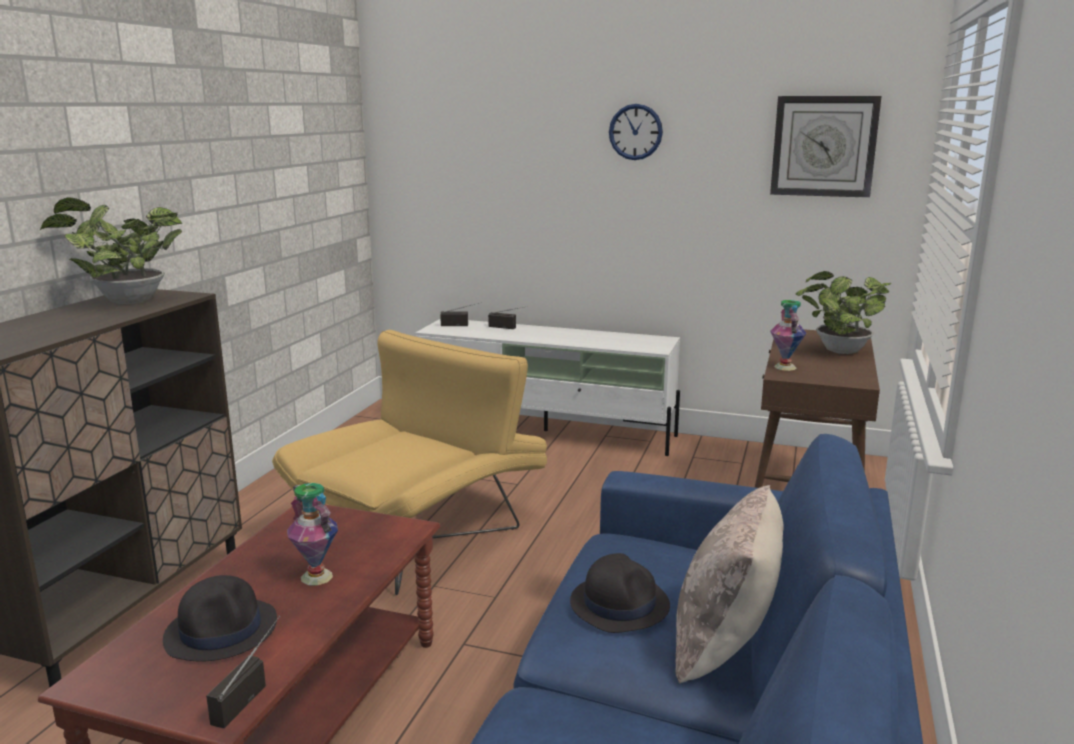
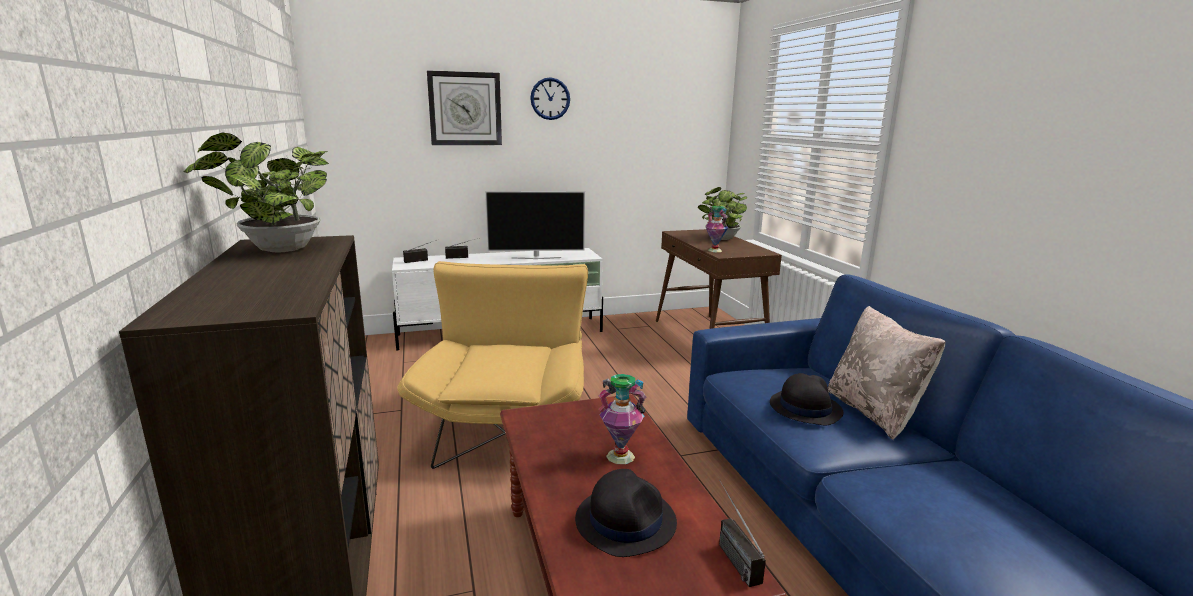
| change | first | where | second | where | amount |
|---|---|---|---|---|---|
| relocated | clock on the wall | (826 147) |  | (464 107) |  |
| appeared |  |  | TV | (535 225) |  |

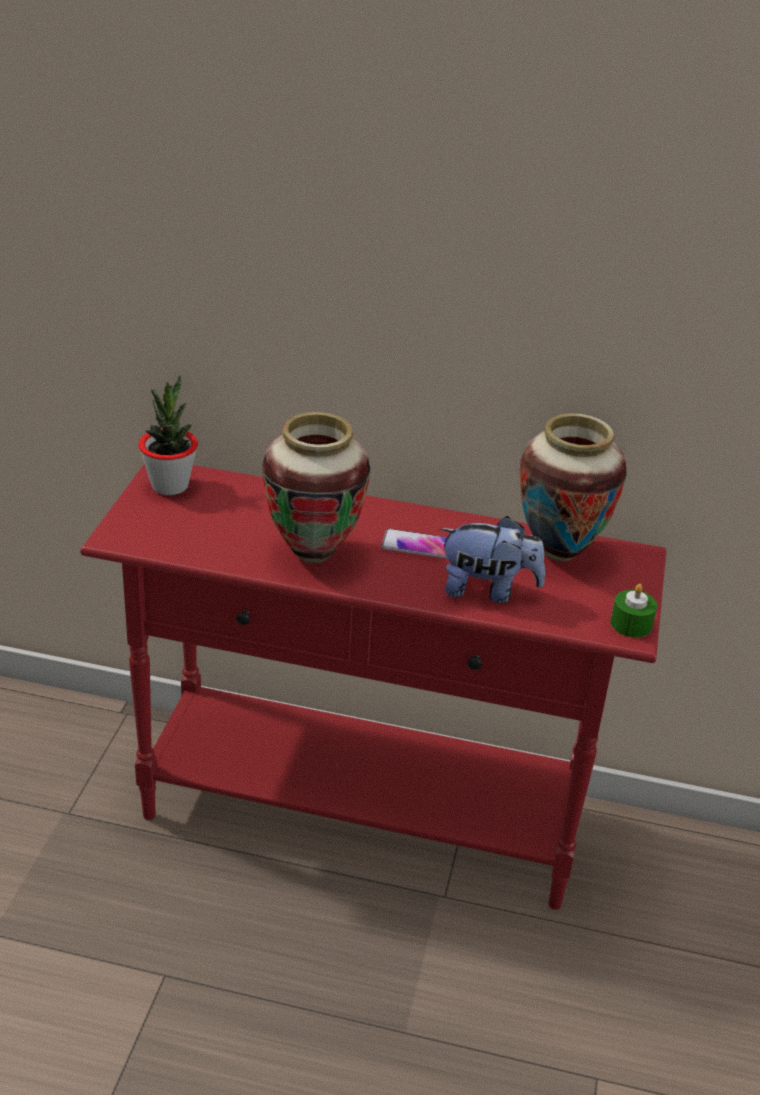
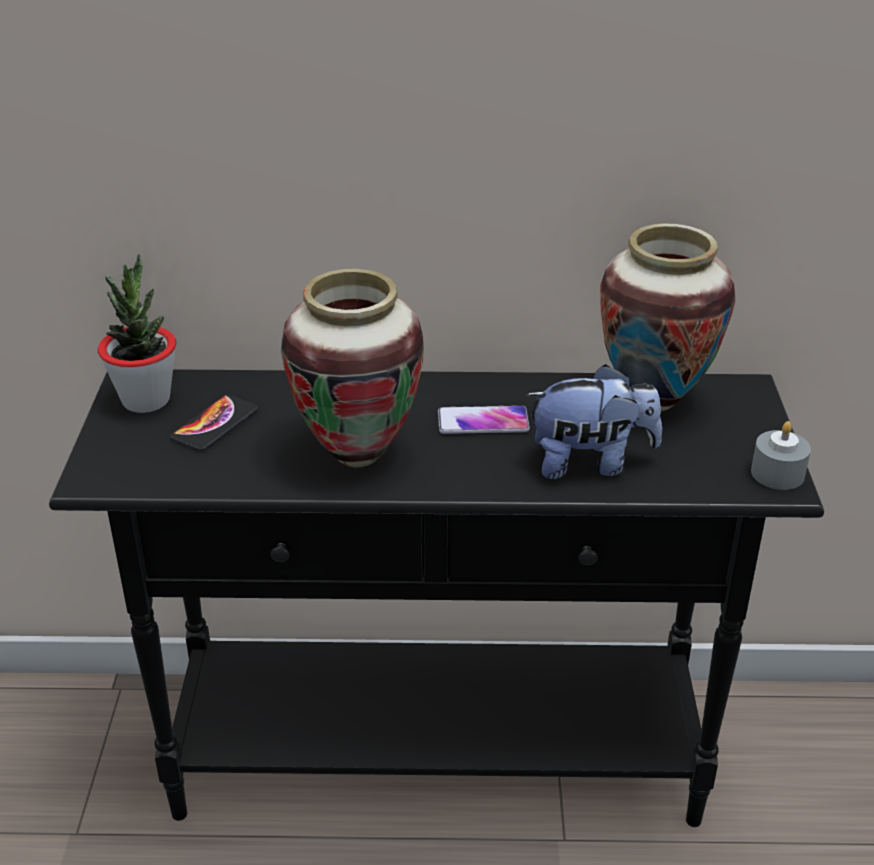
| change | first | where | second | where | amount |
|---|---|---|---|---|---|
| colour | red-coloured console table | (373 687) | black-coloured console table | (436 598) |  |
| colour | green-coloured candle | (634 611) | gray candle | (781 455) |  |
| appeared |  |  | telephone | (214 423) |  |

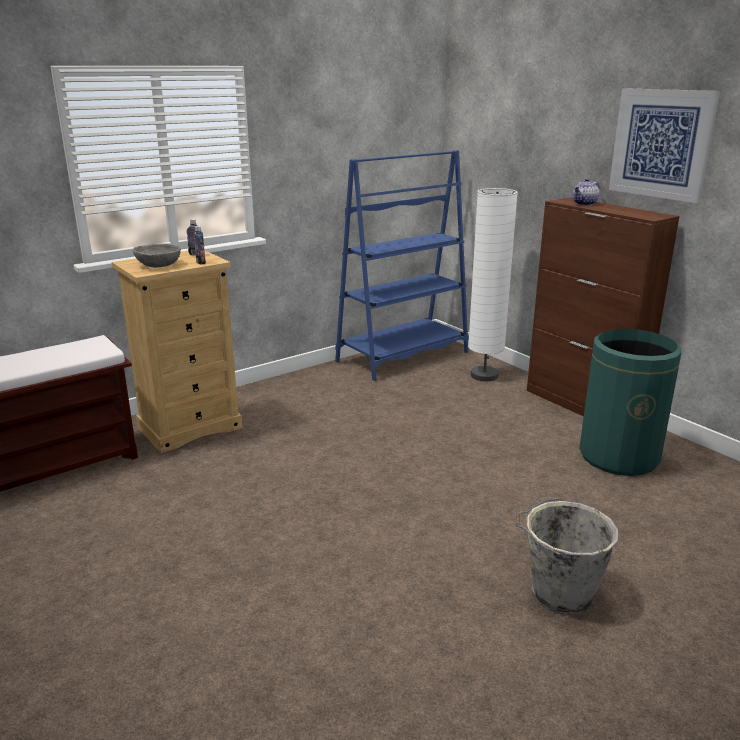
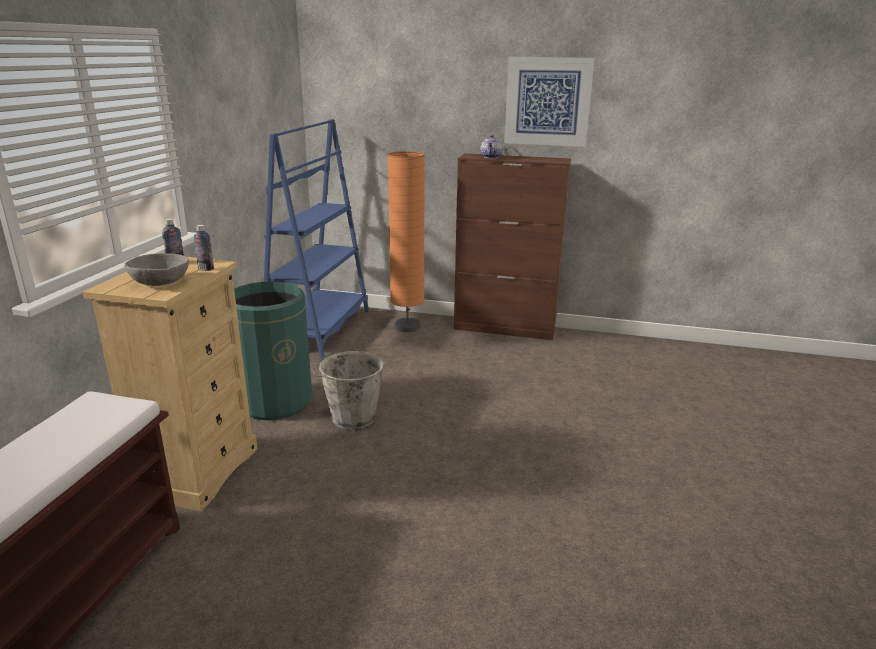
| change | first | where | second | where | amount |
|---|---|---|---|---|---|
| colour | white standing lamp | (493 284) | orange standing lamp | (406 241) |  |
| relocated | gray pail | (566 556) |  | (347 390) |  |
| relocated | green-coloured waste bin | (630 402) |  | (273 350) |  |

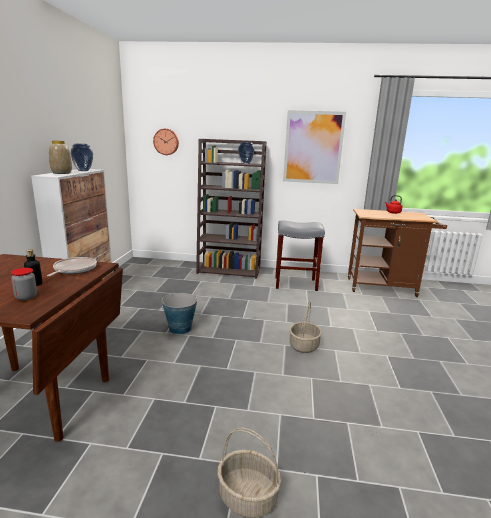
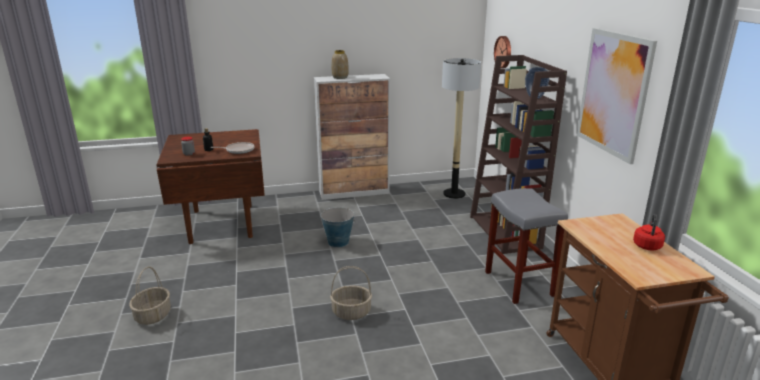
| change | first | where | second | where | amount |
|---|---|---|---|---|---|
| missing | vase | (81 157) |  |  |  |
| appeared |  |  | standing lamp | (461 128) |  |

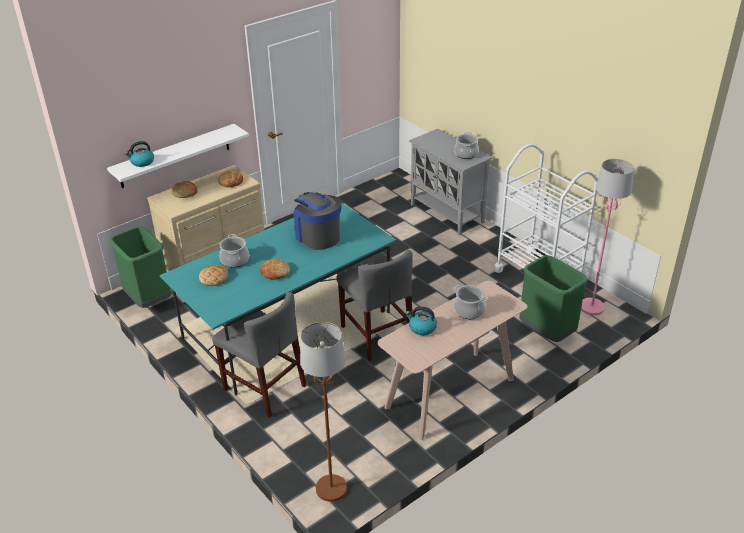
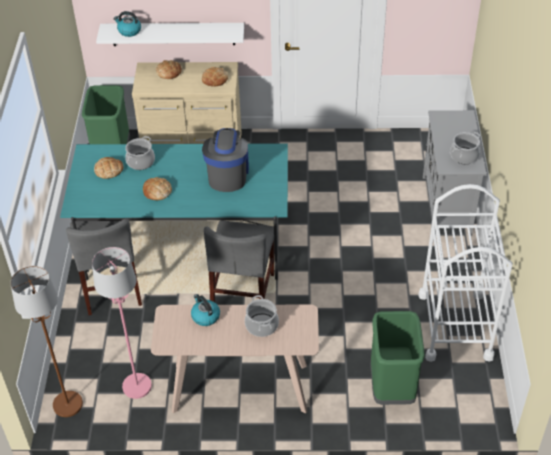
| change | first | where | second | where | amount |
|---|---|---|---|---|---|
| relocated | pink standing lamp | (607 237) |  | (122 323) |  |

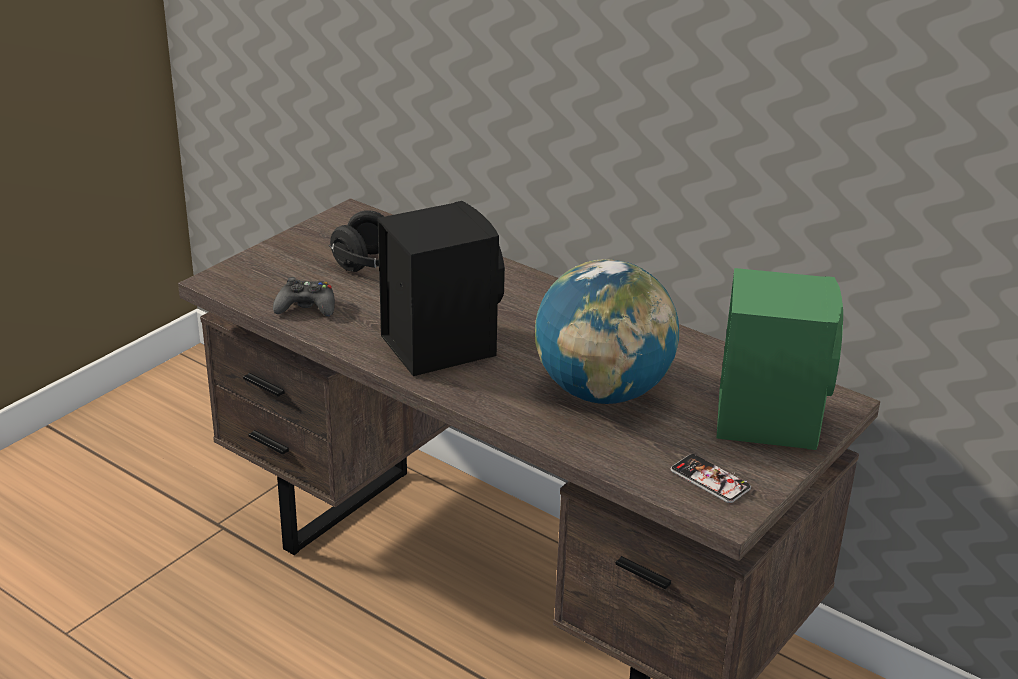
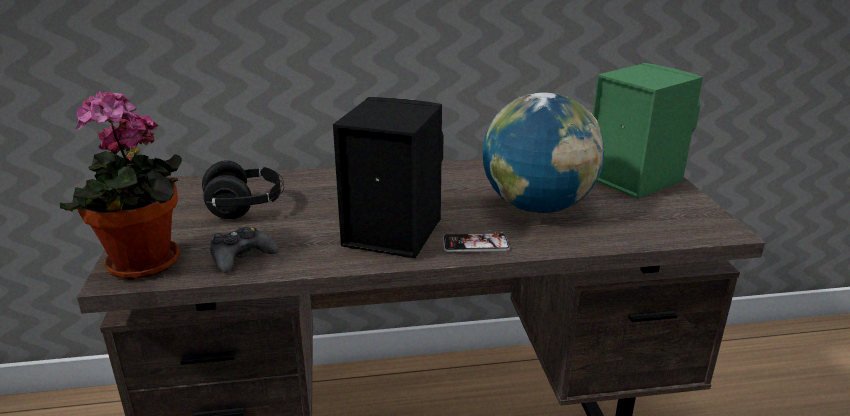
| change | first | where | second | where | amount |
|---|---|---|---|---|---|
| relocated | telephone | (711 478) |  | (476 241) |  |
| appeared |  |  | potted plant | (121 185) |  |

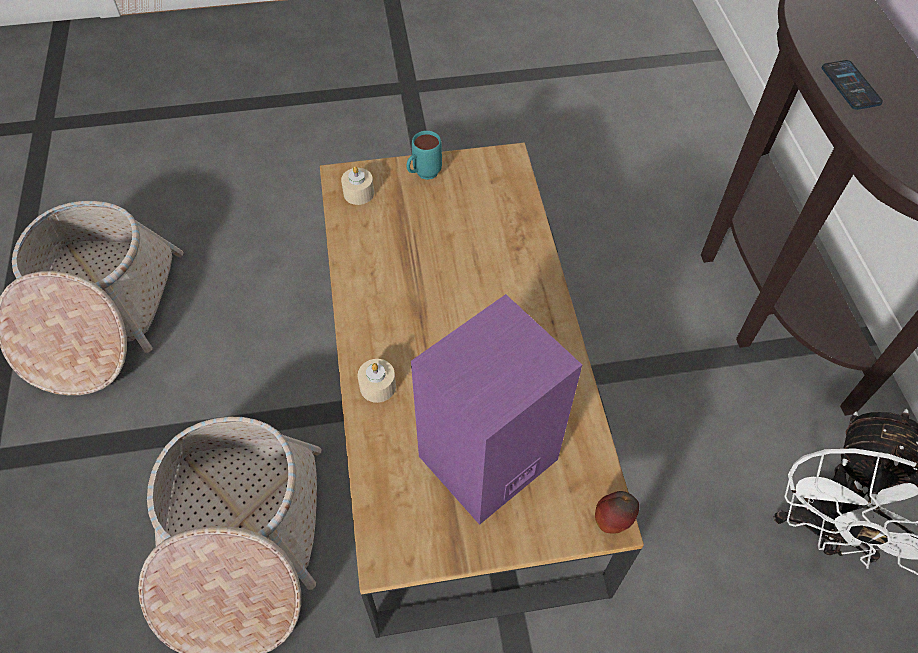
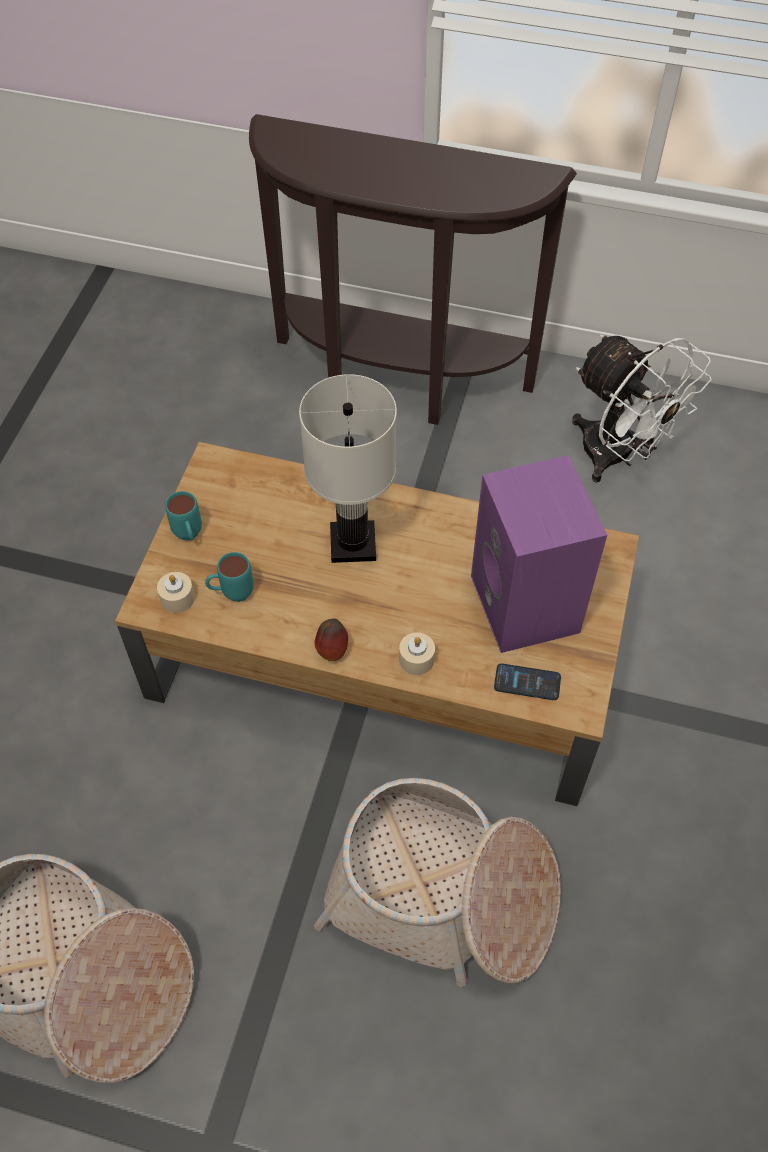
| change | first | where | second | where | amount |
|---|---|---|---|---|---|
| relocated | whole apple | (617 512) |  | (331 640) |  |
| relocated | telephone | (852 85) |  | (527 681) |  |
| appeared |  |  | turquoise tea mug | (229 577) |  |
| appeared |  |  | white lamp for a table | (348 468) |  |

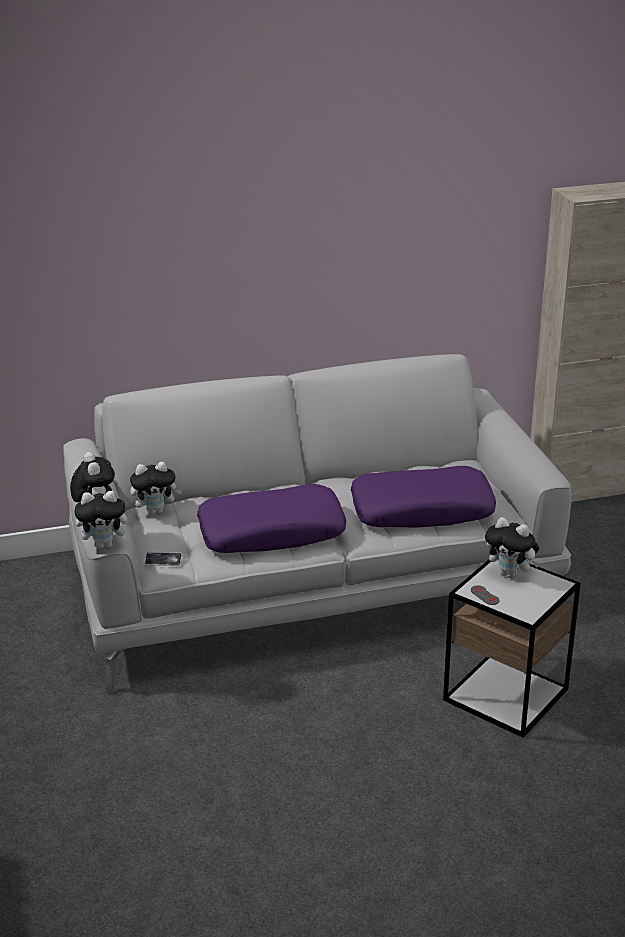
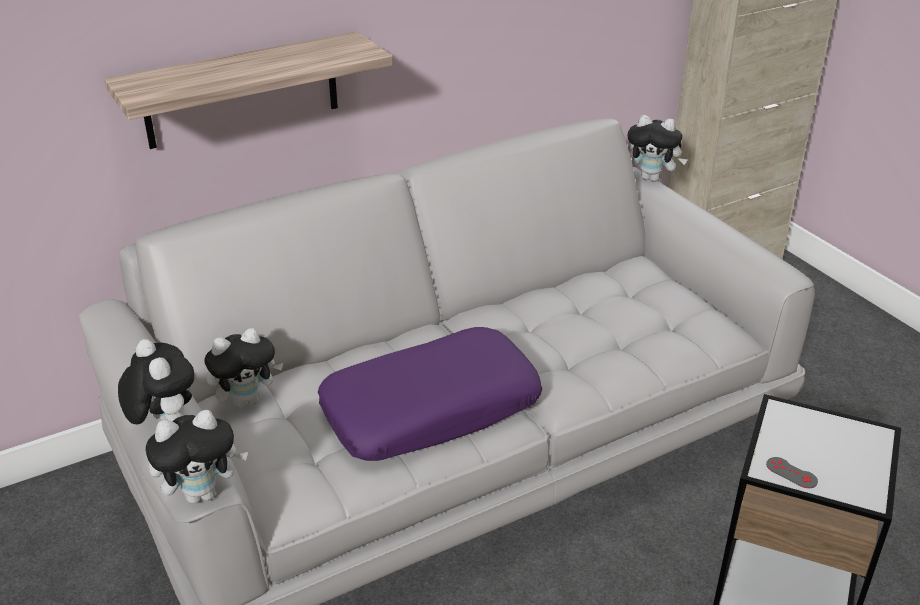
| change | first | where | second | where | amount |
|---|---|---|---|---|---|
| missing | telephone | (163 559) |  |  |  |
| missing | purple throw pillow | (423 497) |  |  |  |
| relocated | plush toy | (512 547) |  | (657 148) |  |
| appeared |  |  | shelf | (248 90) |  |

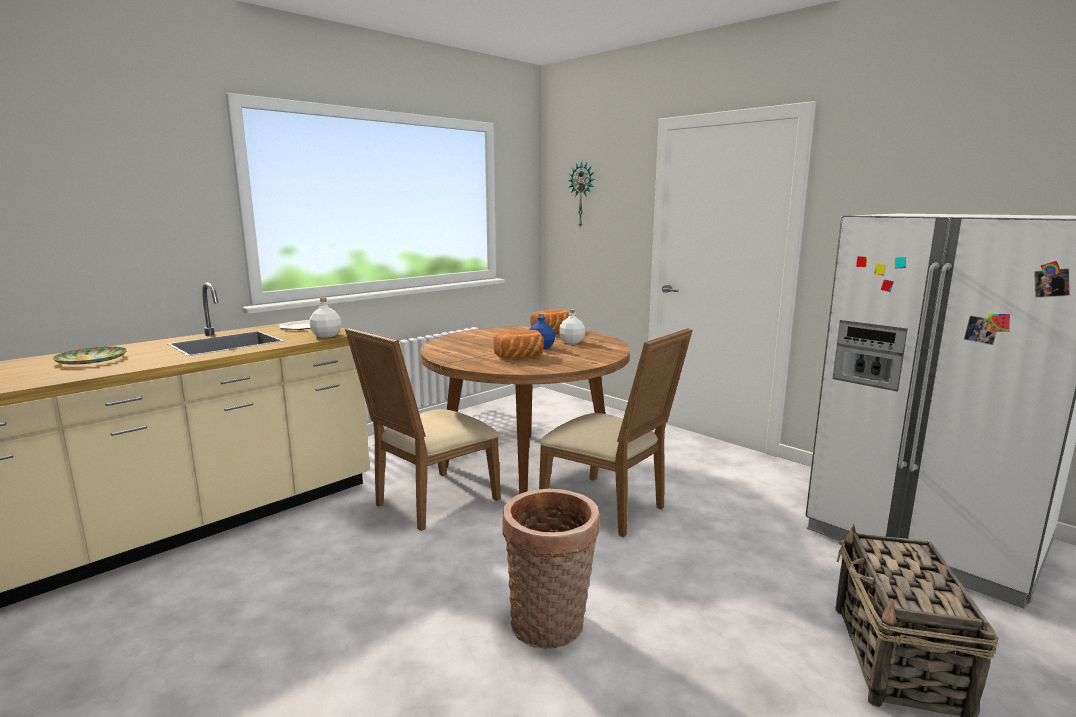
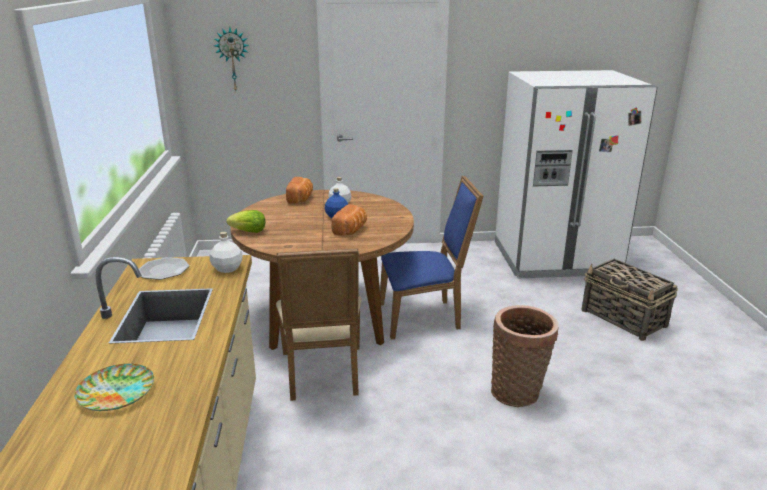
| change | first | where | second | where | amount |
|---|---|---|---|---|---|
| colour | beige chair | (616 432) | bluish chair | (432 257) |  |
| appeared |  |  | head of lettuce | (246 221) |  |

